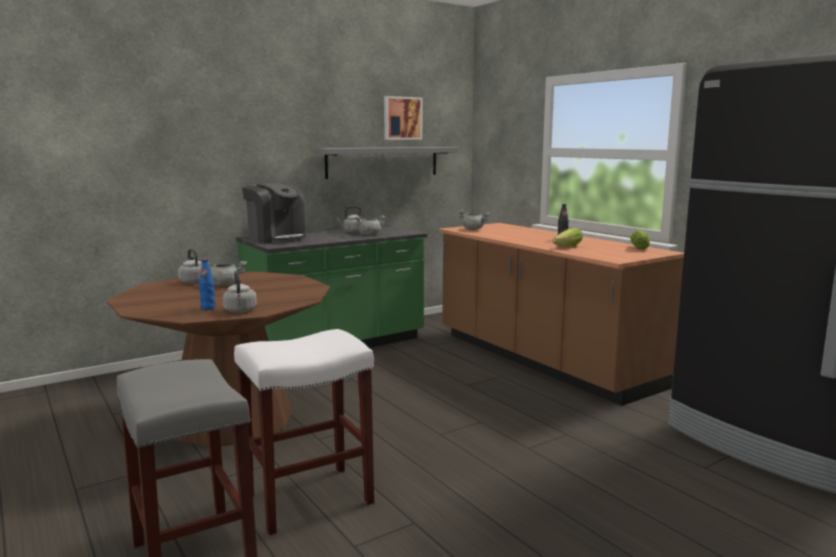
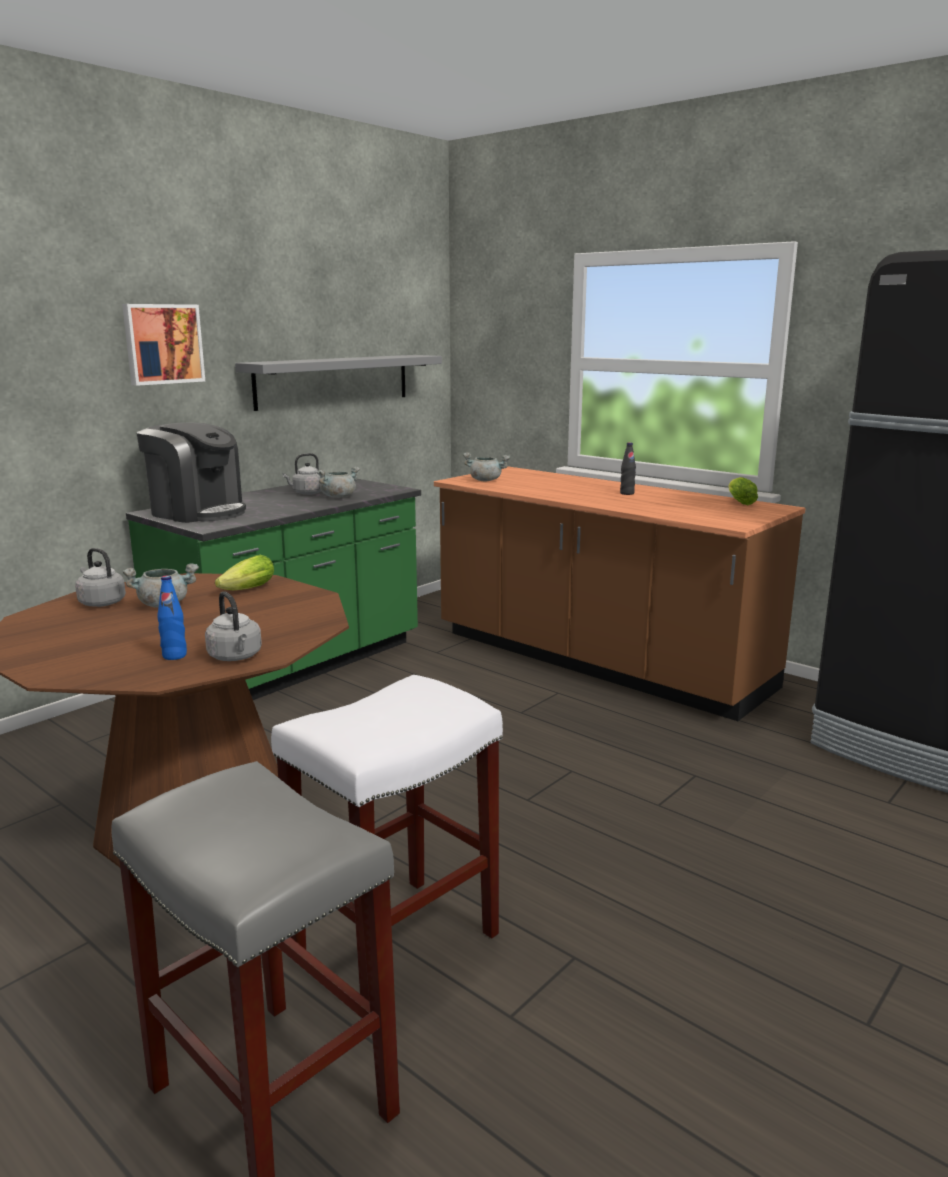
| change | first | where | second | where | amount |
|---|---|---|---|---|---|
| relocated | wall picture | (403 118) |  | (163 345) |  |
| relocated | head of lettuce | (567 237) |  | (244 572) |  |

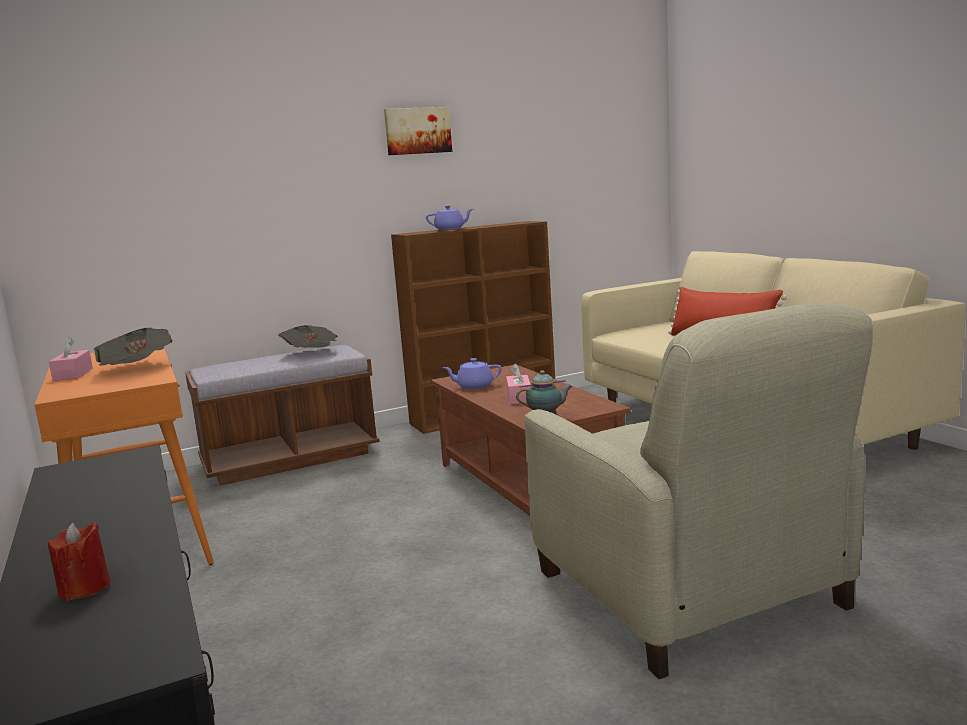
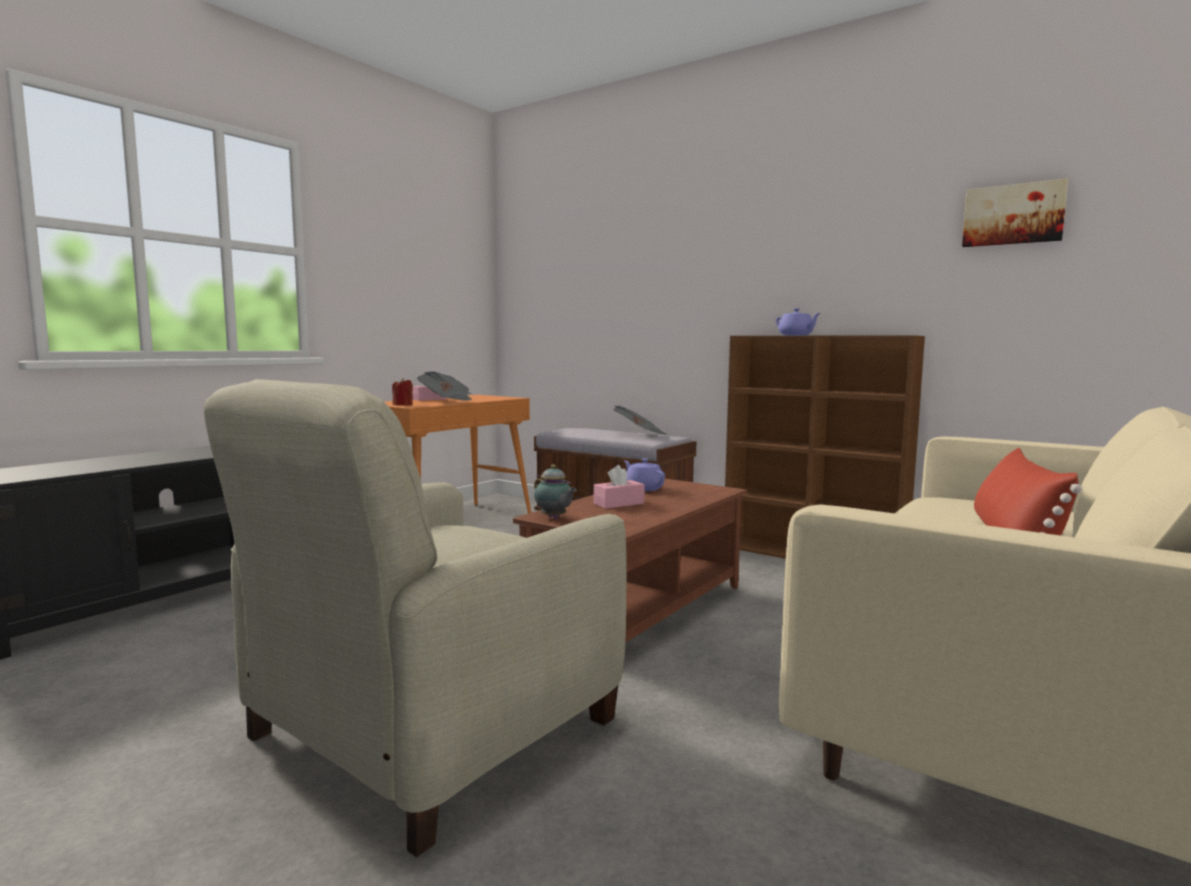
| change | first | where | second | where | amount |
|---|---|---|---|---|---|
| relocated | red-coloured candle | (79 561) |  | (402 392) |  |
| relocated | wall picture | (418 131) |  | (1015 212) |  |

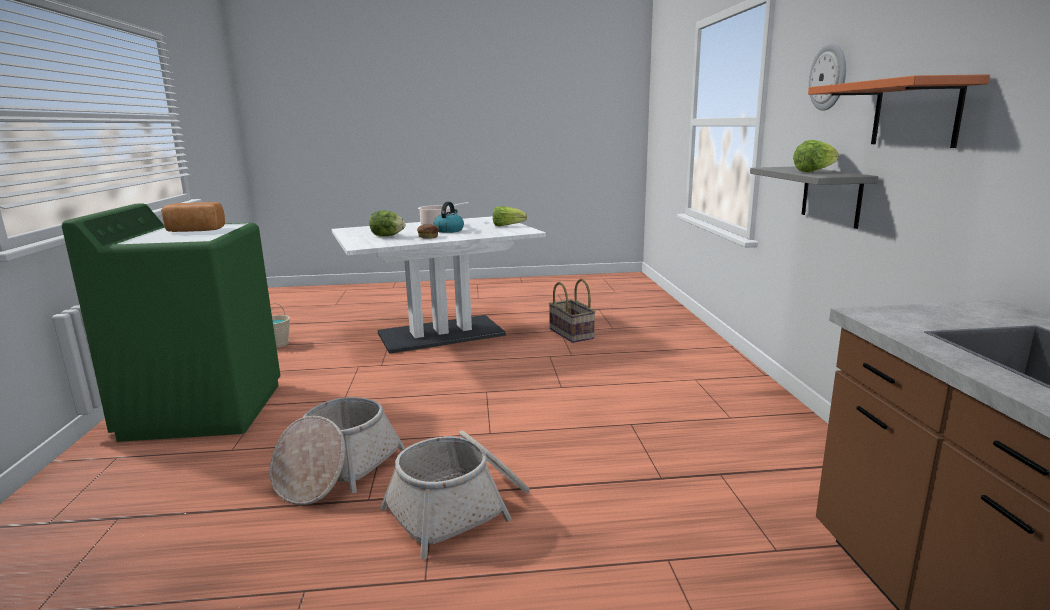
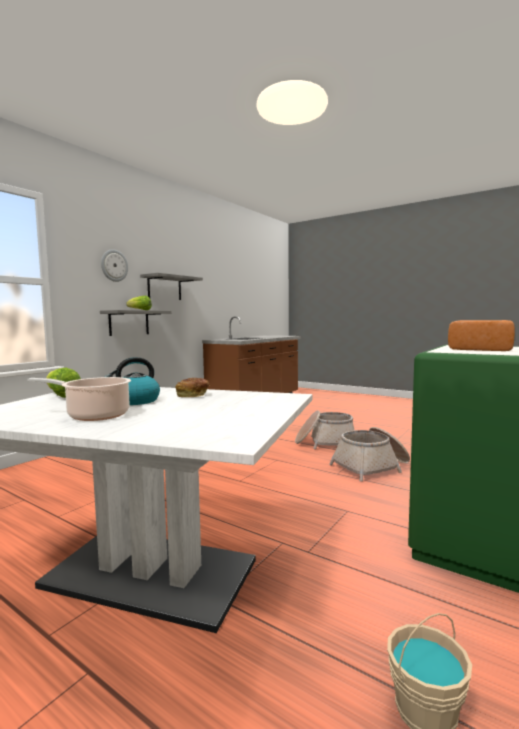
| change | first | where | second | where | amount |
|---|---|---|---|---|---|
| missing | head of lettuce | (387 223) |  |  |  |
| missing | household basket | (572 311) |  |  |  |
| colour | orange shelf | (899 111) | gray shelf | (171 286) |  |

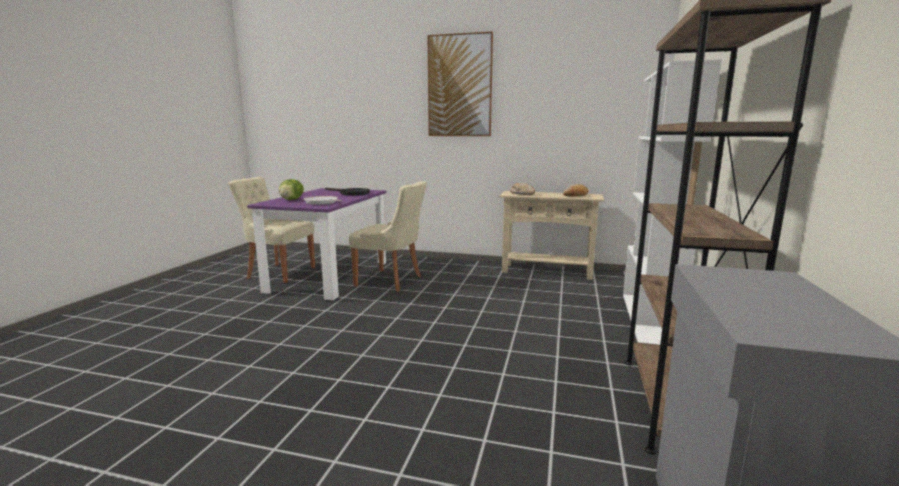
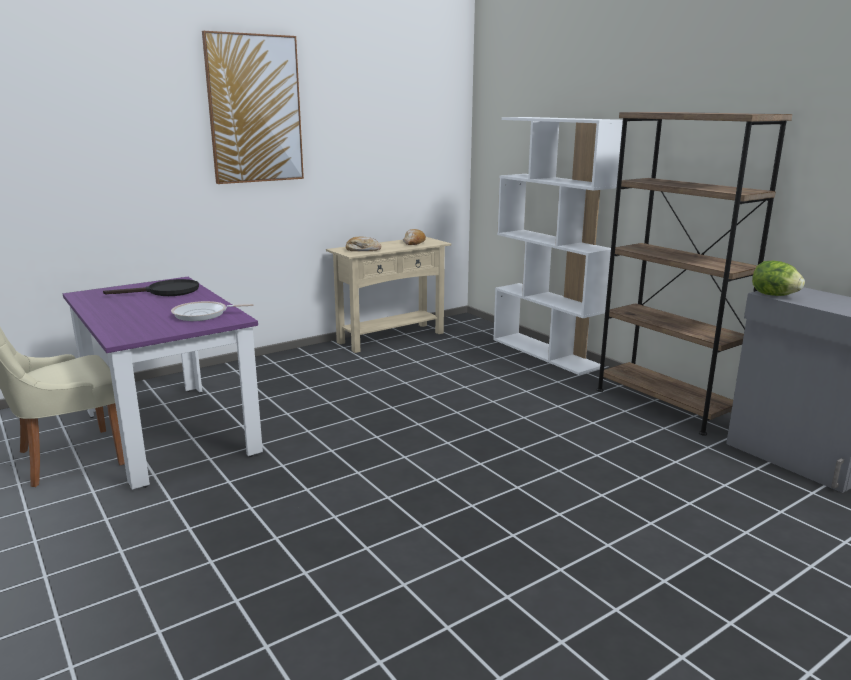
| change | first | where | second | where | amount |
|---|---|---|---|---|---|
| relocated | head of lettuce | (291 189) |  | (778 278) |  |
| missing | beige chair | (388 236) |  |  |  |

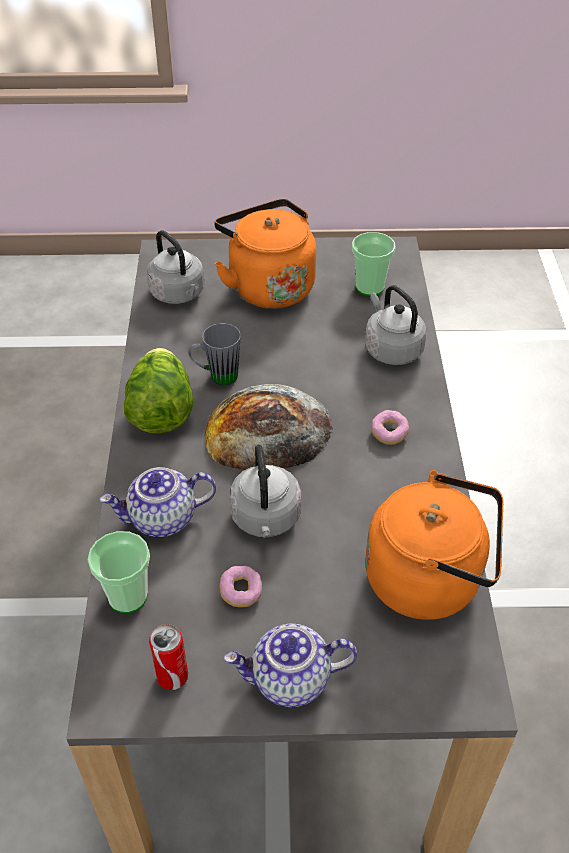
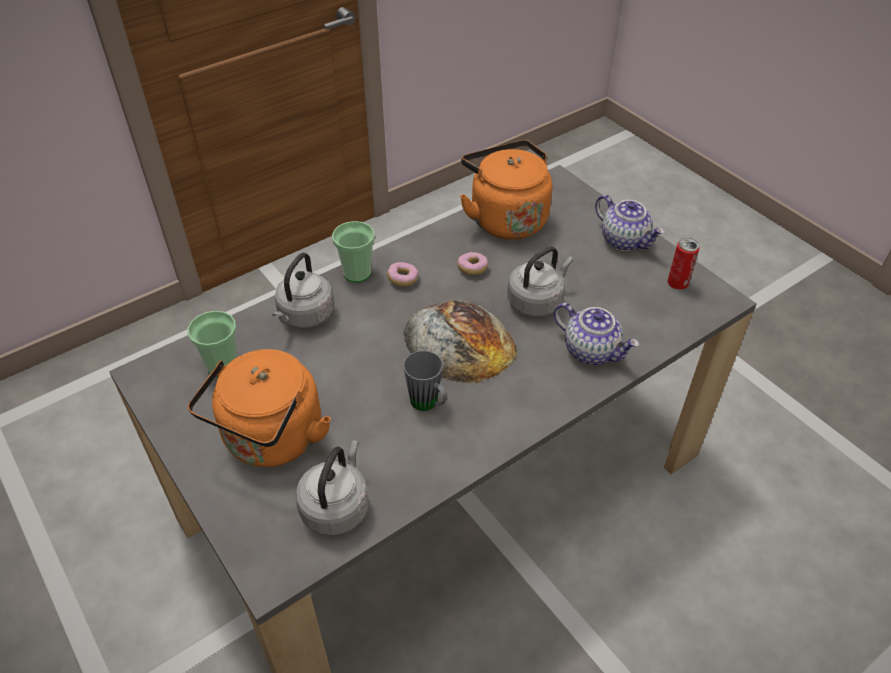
| change | first | where | second | where | amount |
|---|---|---|---|---|---|
| relocated | drinking cup | (119 572) |  | (353 252) |  |
| missing | head of lettuce | (158 391) |  |  |  |
| relocated | donut | (240 586) |  | (472 263) |  |

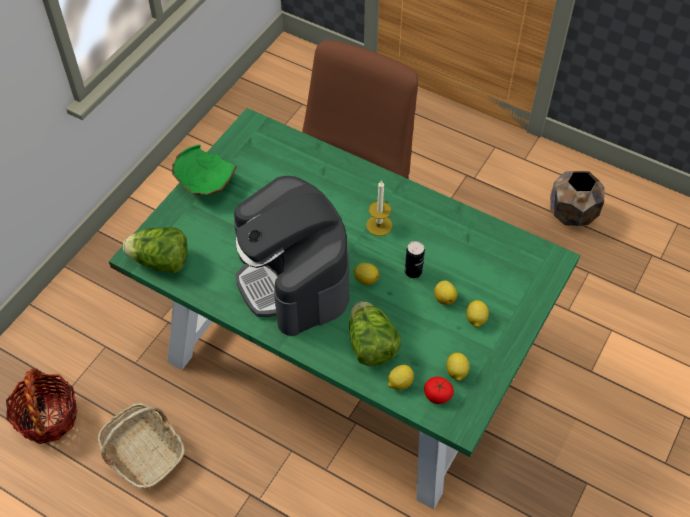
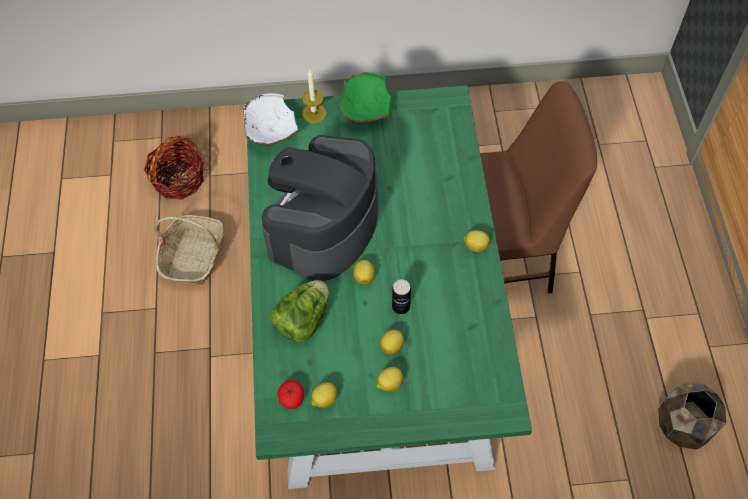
| change | first | where | second | where | amount |
|---|---|---|---|---|---|
| exchanged | head of lettuce | (155 250) | white serving bowl | (271 119) |  |
| relocated | candle | (379 208) |  | (314 96) |  |
| relocated | citrus fruit | (401 377) |  | (476 241) |  |

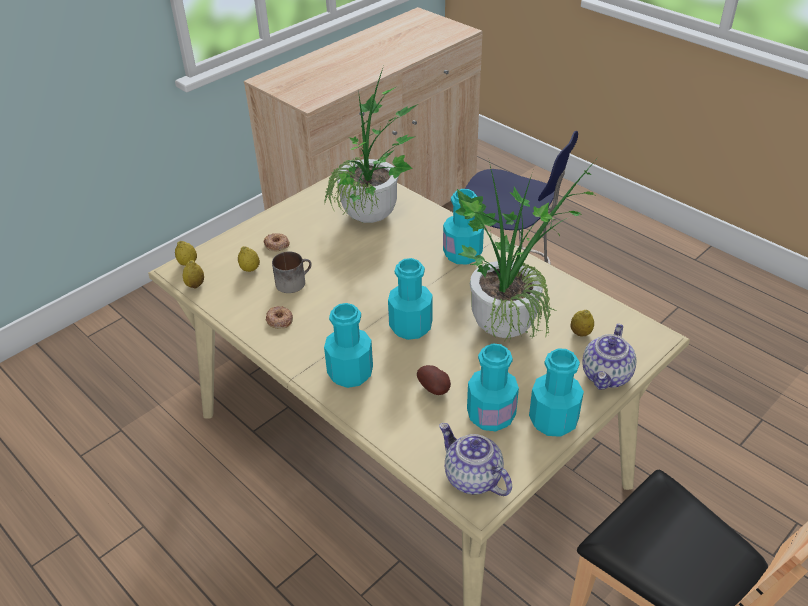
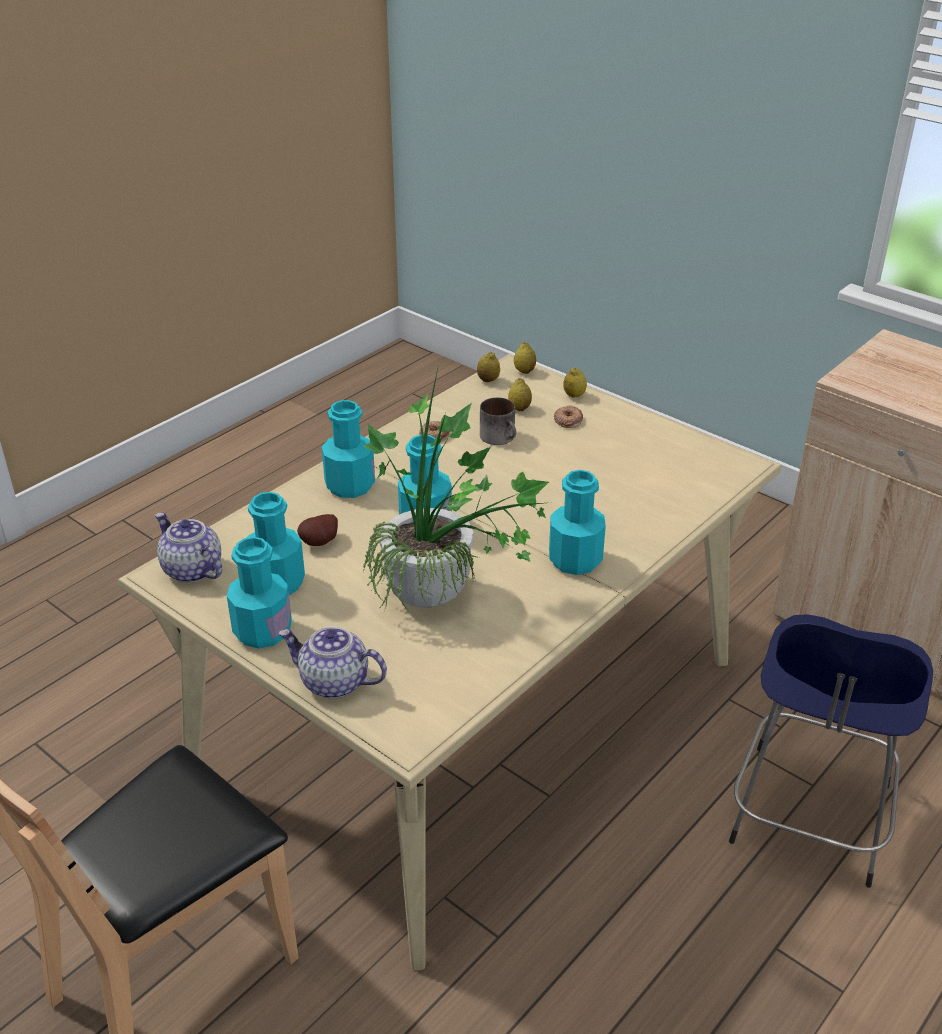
| change | first | where | second | where | amount |
|---|---|---|---|---|---|
| missing | potted plant | (371 144) |  |  |  |
| spun | pot for tea | (475 459) |  | (188 547) | 90 degrees counterclockwise |
| relocated | citrus fruit | (582 323) |  | (575 382) |  |

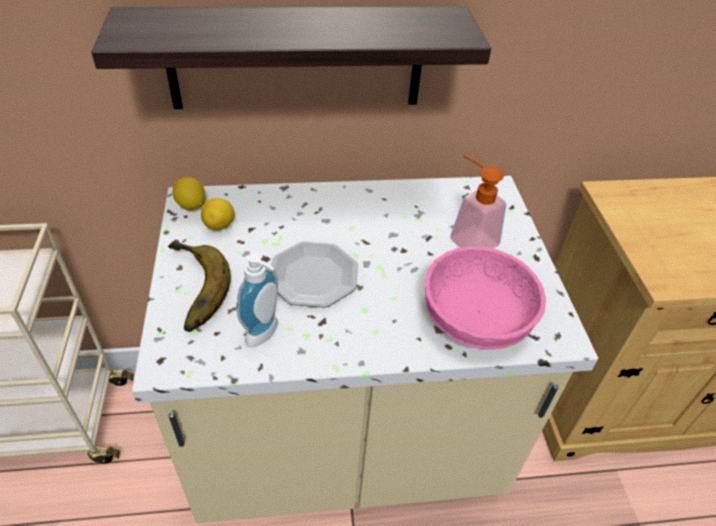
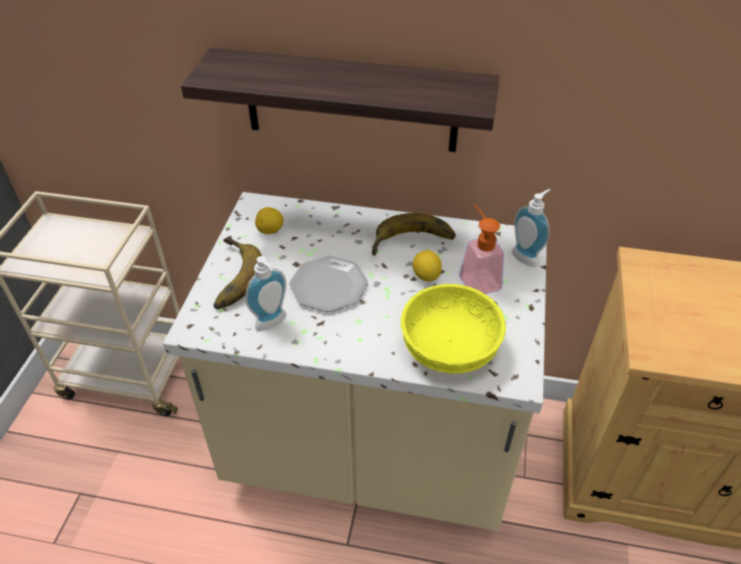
| change | first | where | second | where | amount |
|---|---|---|---|---|---|
| relocated | citrus fruit | (189 193) |  | (427 266) |  |
| colour | pink serving bowl | (485 297) | yellow serving bowl | (453 329) |  |
| appeared |  |  | whole banana | (413 234) |  |
| appeared |  |  | liquid soap bottle | (531 228) |  |

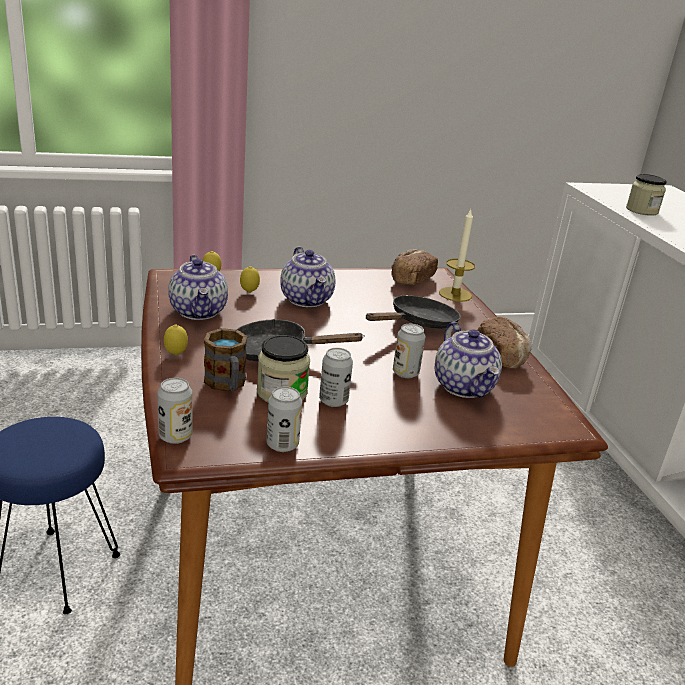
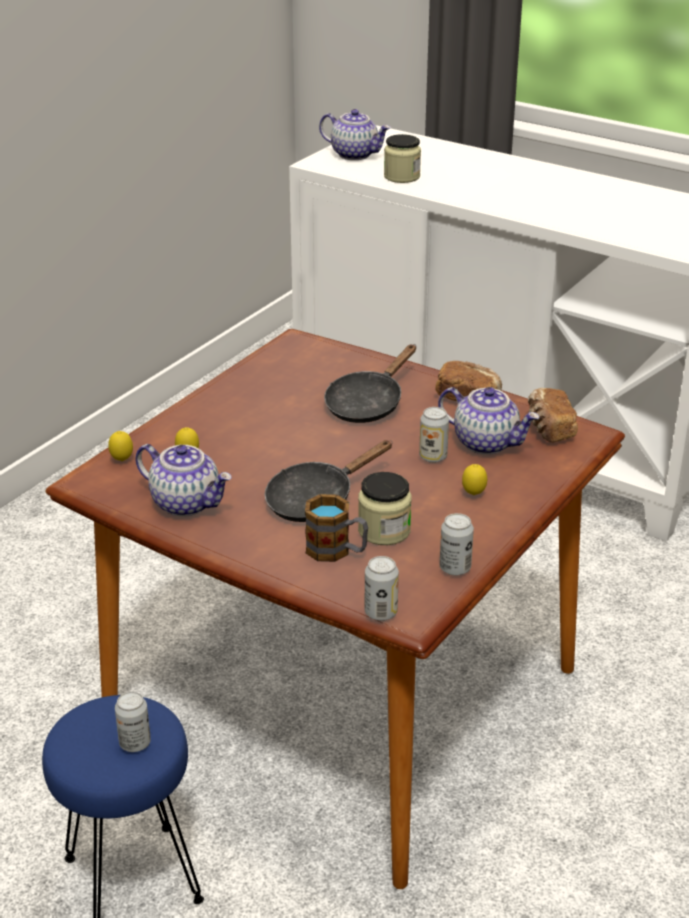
| change | first | where | second | where | amount |
|---|---|---|---|---|---|
| relocated | citrus fruit | (176 340) |  | (474 479) |  |
| relocated | pot for tea | (308 277) |  | (355 134) |  |
| relocated | can | (336 377) |  | (133 721) |  |
| spun | black-coloured pan | (413 312) |  | (370 383) | 150 degrees counterclockwise |
| relocated | bakery bread | (414 267) |  | (553 415) |  |
| missing | candle | (457 255) |  |  |  |

